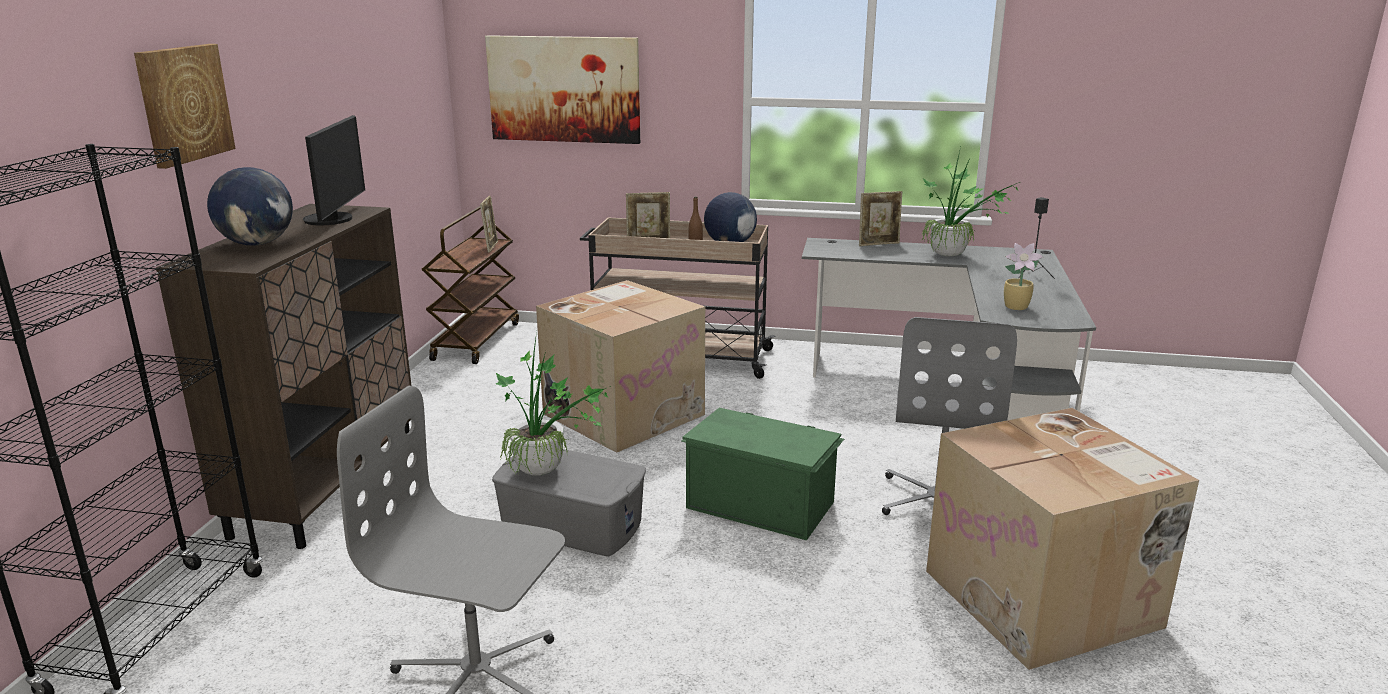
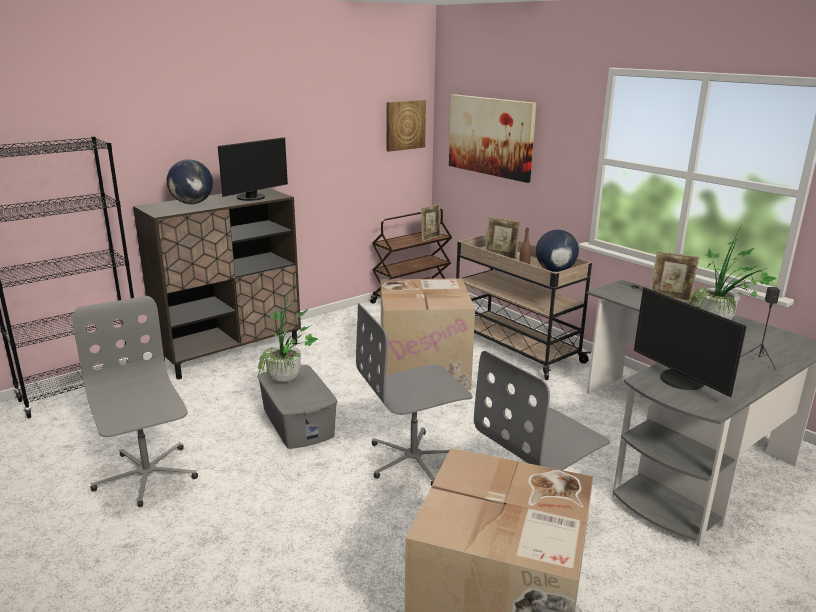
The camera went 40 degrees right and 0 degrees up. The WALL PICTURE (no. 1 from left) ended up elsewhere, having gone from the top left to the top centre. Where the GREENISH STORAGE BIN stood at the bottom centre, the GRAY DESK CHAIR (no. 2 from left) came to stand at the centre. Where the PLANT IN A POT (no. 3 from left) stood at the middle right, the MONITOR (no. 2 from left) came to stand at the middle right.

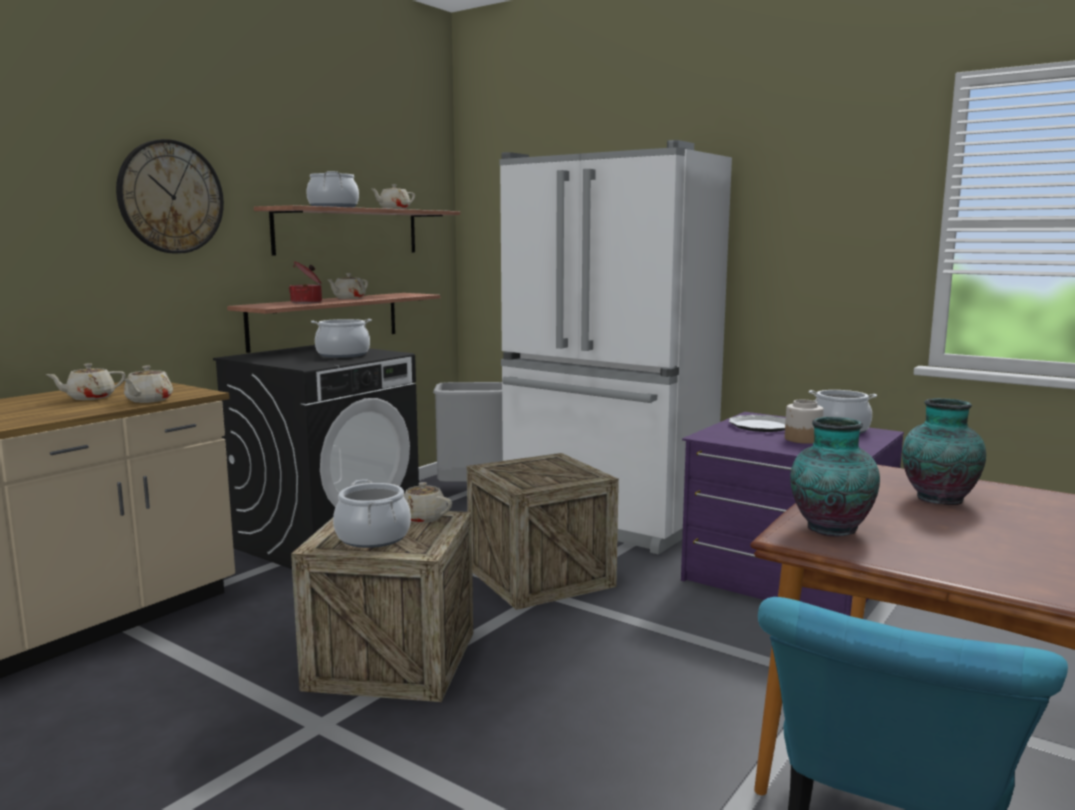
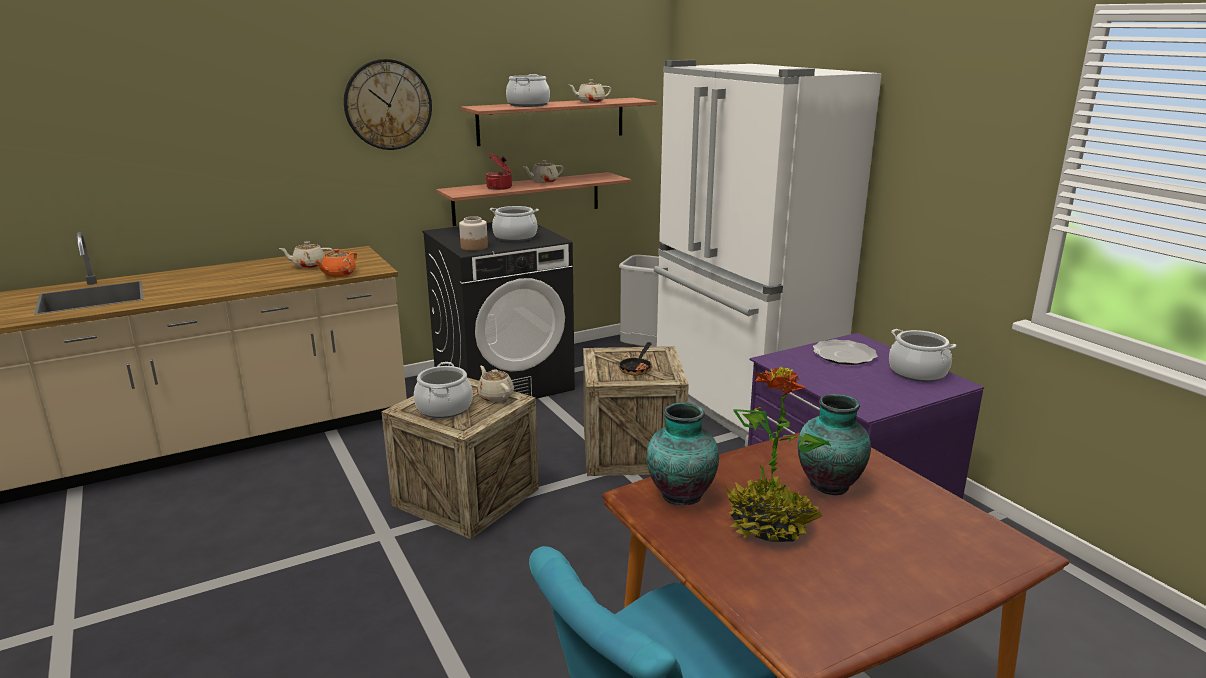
The camera went 25 degrees right and 10 degrees up. The second view gained the FRYING PAN at the centre. The second view gained the PLANT IN A POT at the bottom centre. The PRESERVE JAR ended up elsewhere, having gone from the middle right to the centre. What was the BEIGE TEA POT (no. 2 from left) at the middle left turned into the ORANGE TEA POT at the middle left.

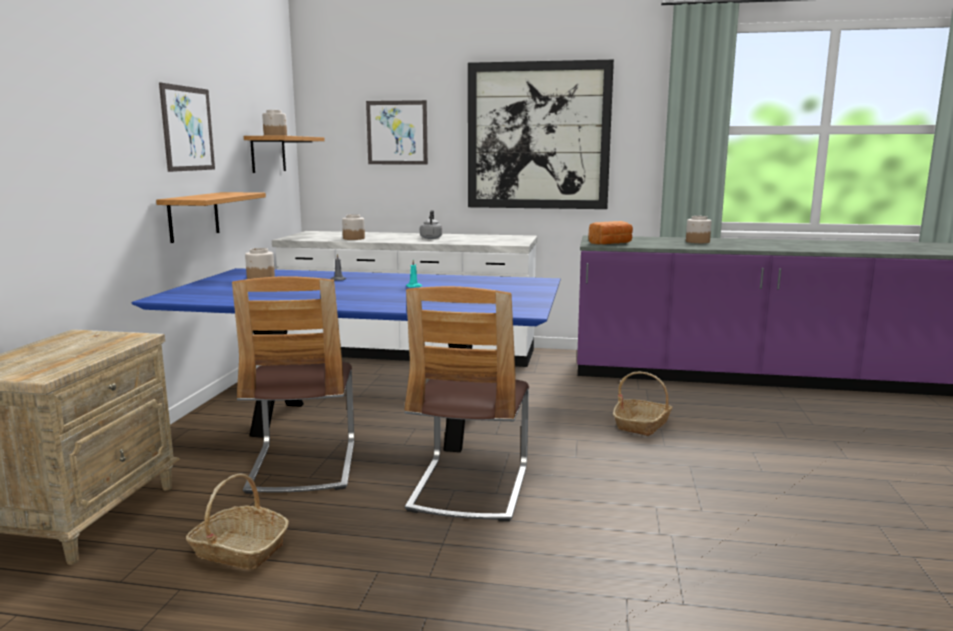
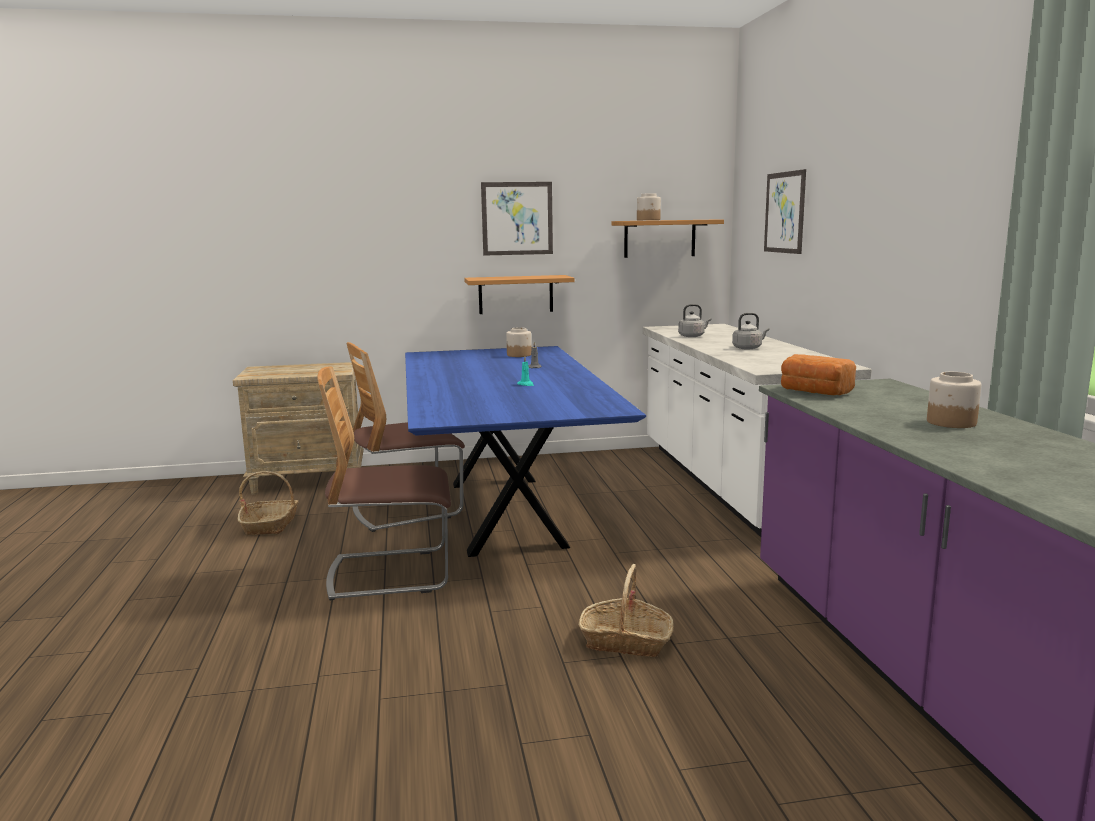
The camera went 70 degrees right and 0 degrees up. The second view lost the WALL PICTURE (no. 3 from left) at the top centre. Where the PRESERVE JAR (no. 3 from left) stood at the centre, the GRAY KETTLE (no. 1 from left) came to stand at the centre.

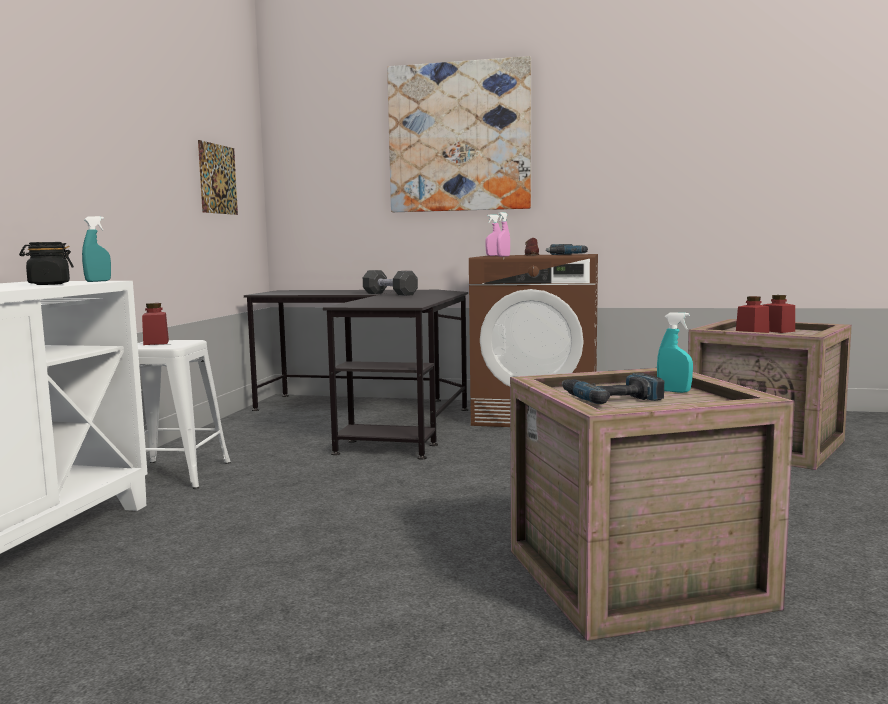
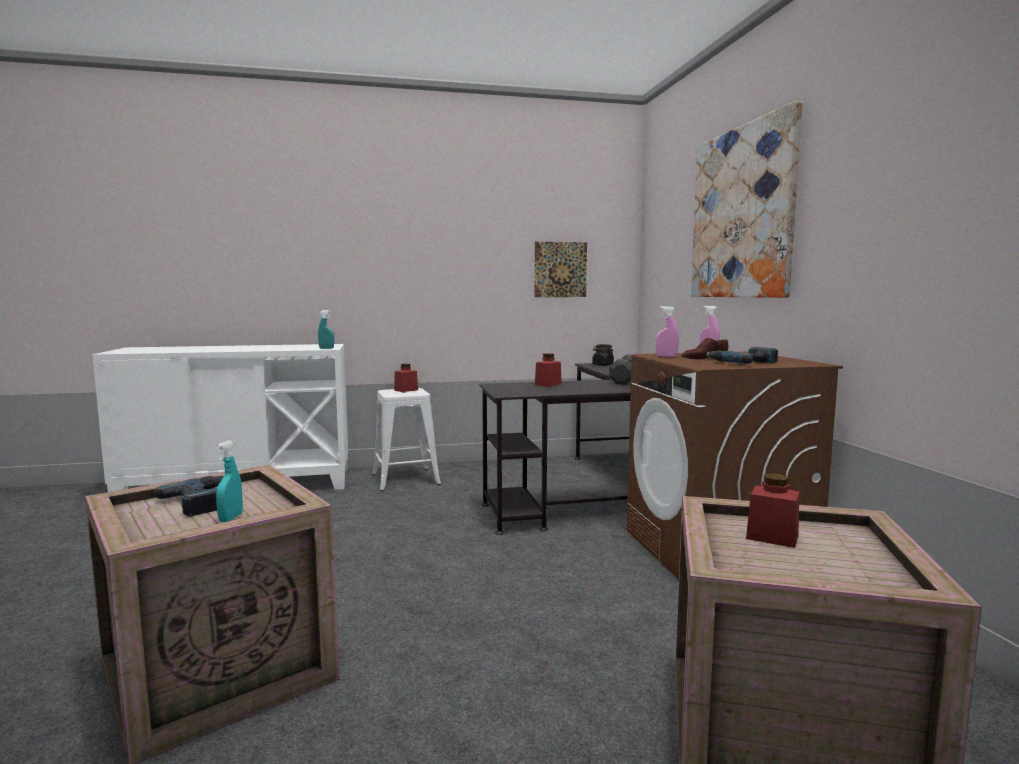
The camera went 65 degrees right and 0 degrees up. The BLACKISH PRESERVE JAR ended up elsewhere, having gone from the middle left to the centre. The REDDISH PRESERVE JAR (no. 3 from left in the first image) ended up elsewhere, having gone from the middle right to the centre.

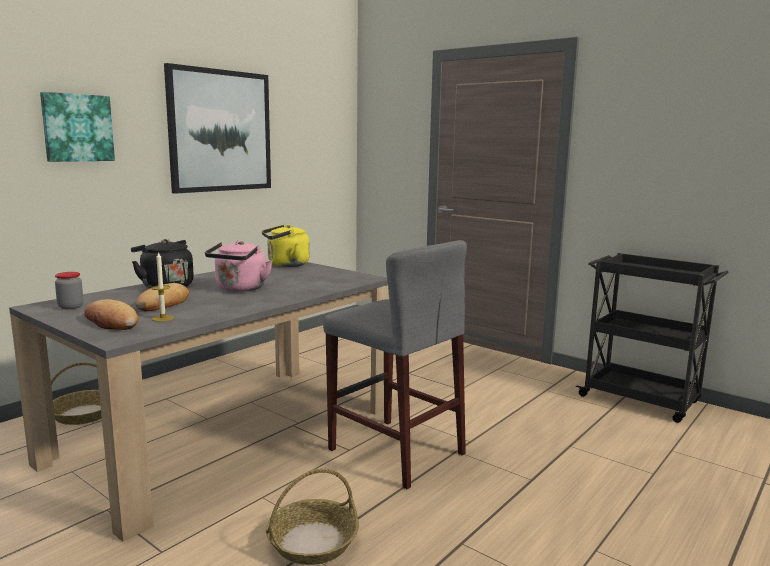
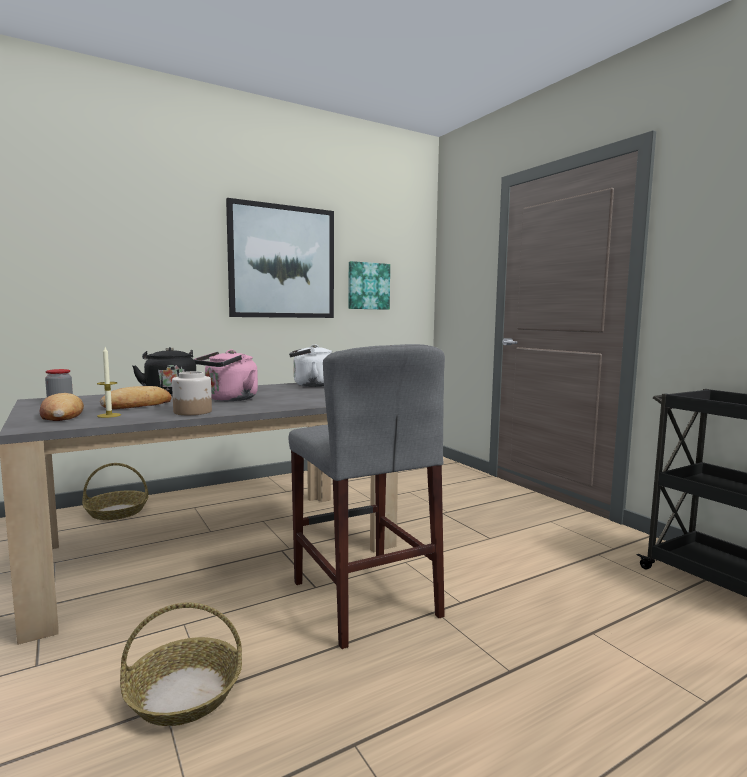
The camera went 20 degrees right and 5 degrees down. The second view gained the PRESERVE JAR (no. 2 from left) at the middle left. The WALL PICTURE (no. 1 from left in the first image) ended up elsewhere, having gone from the top left to the centre. What was the YELLOW KETTLE at the centre turned into the WHITISH KETTLE at the centre.

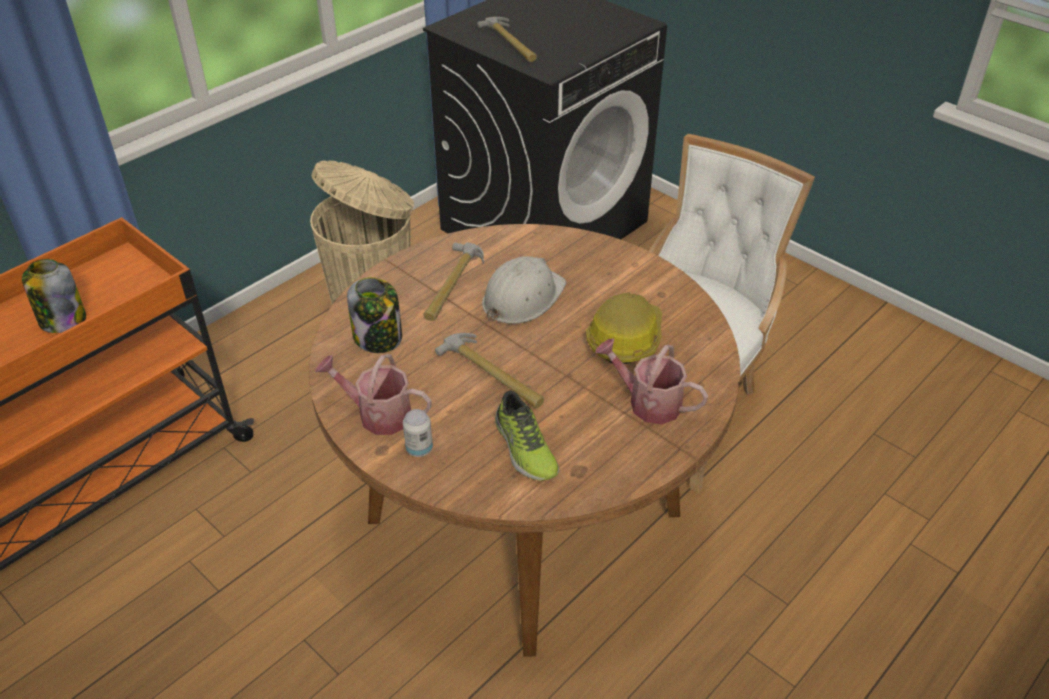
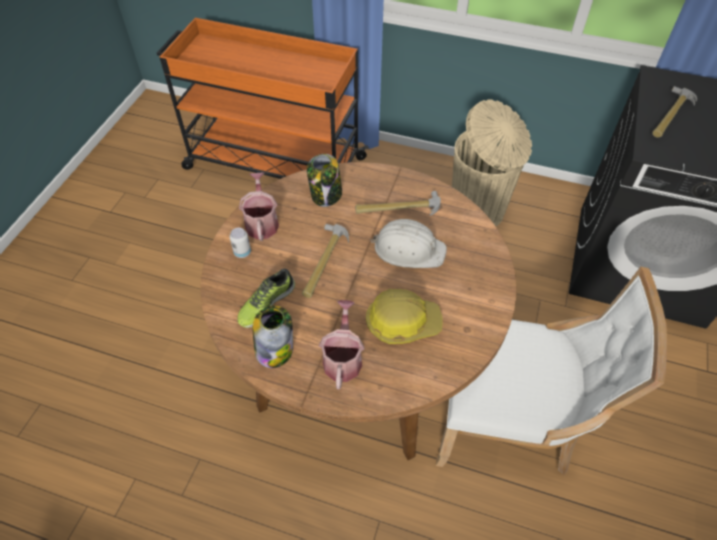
The camera went 65 degrees right and 10 degrees up. The PRESERVE JAR (no. 1 from left) ended up elsewhere, having gone from the middle left to the centre.

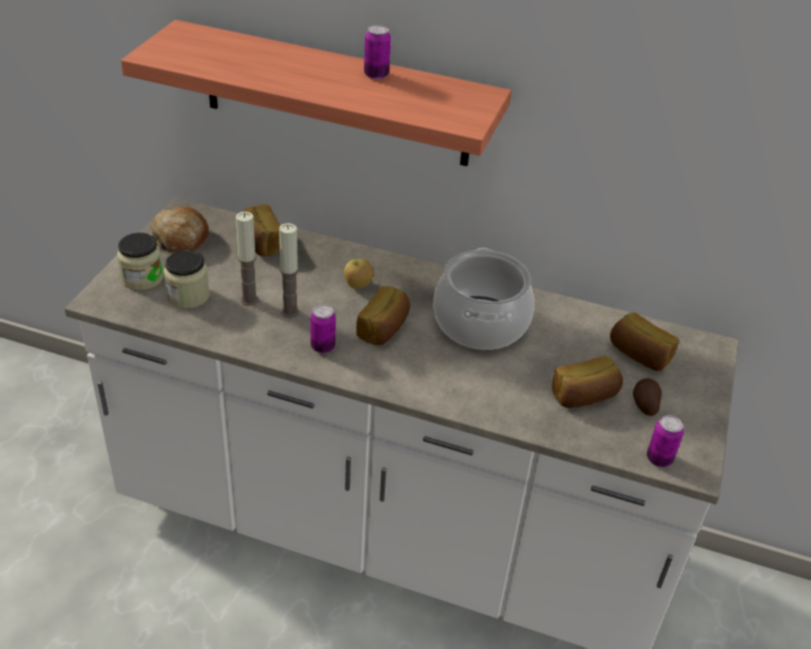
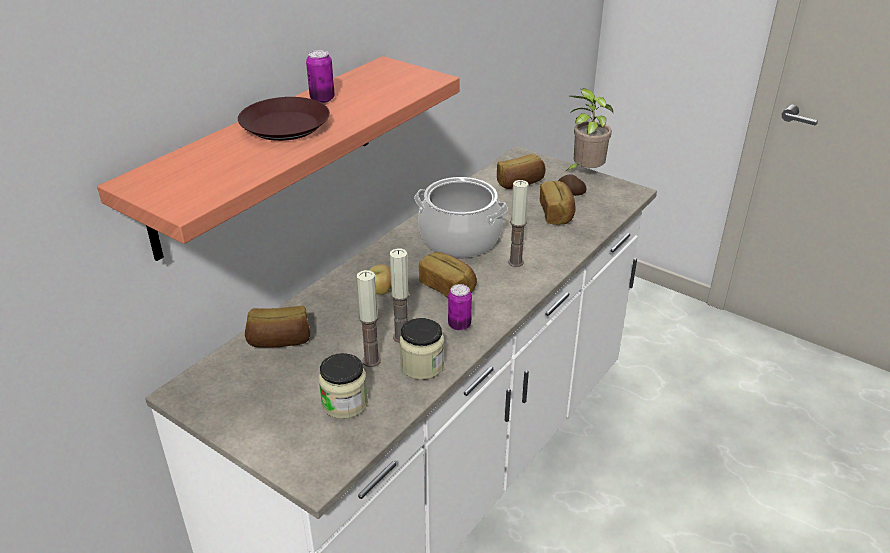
The camera went 70 degrees left and 5 degrees down. The second view lost the BAKED BREAD (no. 1 from left) at the middle left. The second view lost the CAN (no. 3 from left) at the bottom right. The second view gained the BROWN FLAT DISH at the top left. The second view gained the WAX CANDLE (no. 3 from left) at the centre. The second view gained the PLANT IN A POT at the top centre. The PRESERVE JAR (no. 1 from left in the first image) ended up elsewhere, having gone from the middle left to the centre.

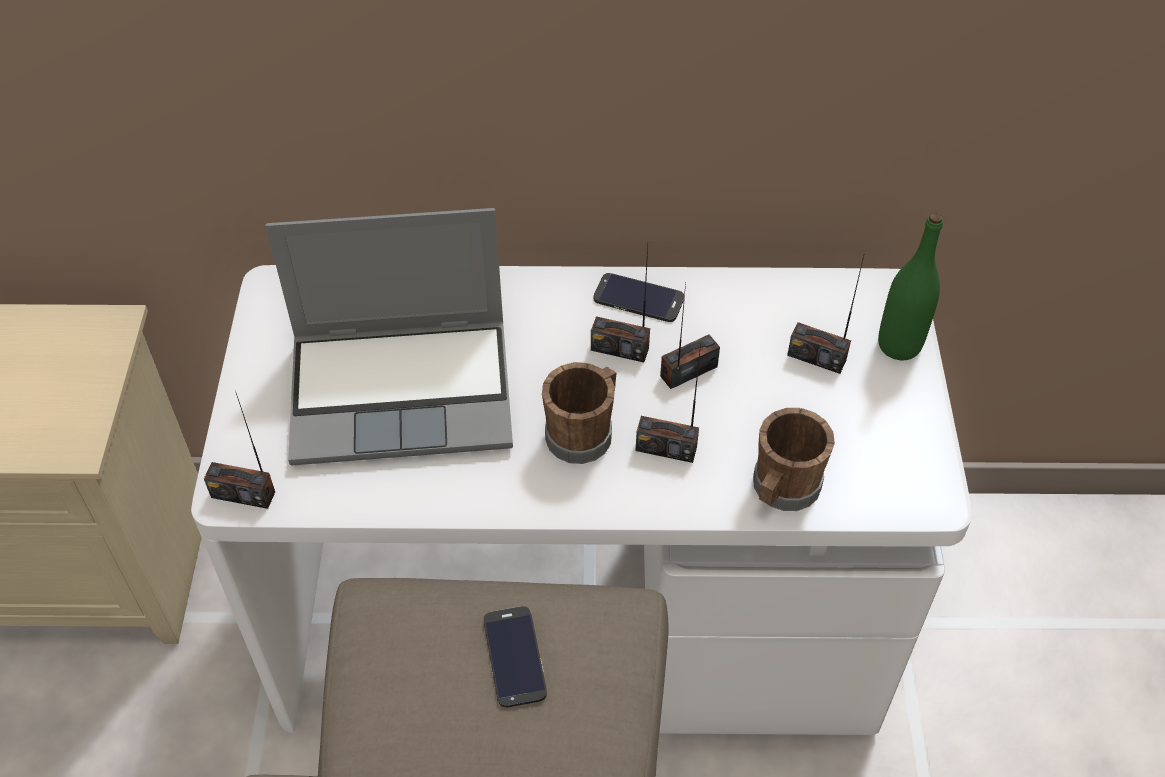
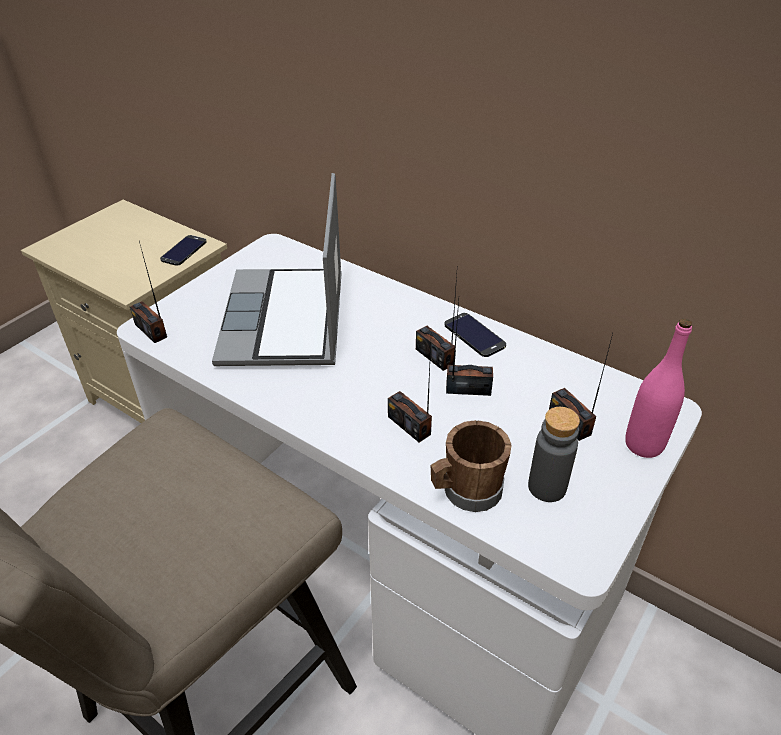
The camera went 35 degrees right and 10 degrees down. The second view lost the BROWN MUG (no. 1 from left) at the centre. The second view gained the GRAY DRINK BOTTLE at the middle right. The TELEPHONE (no. 1 from left) ended up elsewhere, having gone from the bottom centre to the middle left. What was the GREENISH DRINK BOTTLE at the middle right turned into the PINK DRINK BOTTLE at the middle right. The LAPTOP at the centre ended up facing another way, 60 degrees clockwise from before.

